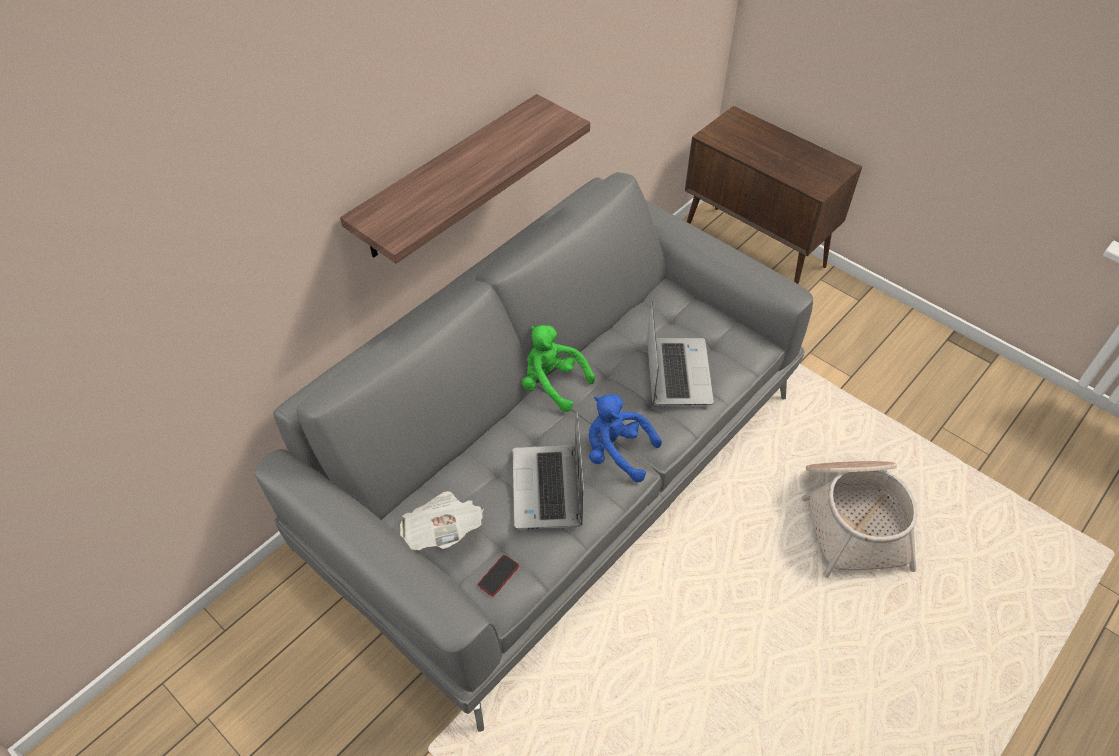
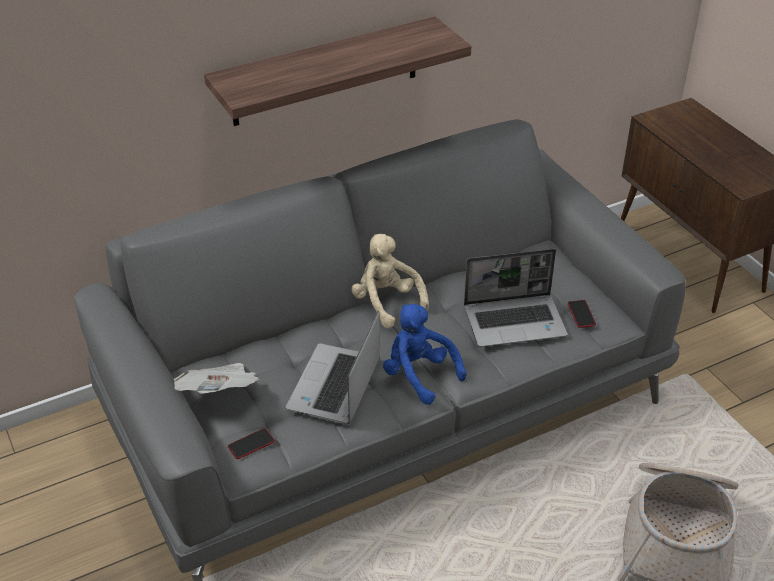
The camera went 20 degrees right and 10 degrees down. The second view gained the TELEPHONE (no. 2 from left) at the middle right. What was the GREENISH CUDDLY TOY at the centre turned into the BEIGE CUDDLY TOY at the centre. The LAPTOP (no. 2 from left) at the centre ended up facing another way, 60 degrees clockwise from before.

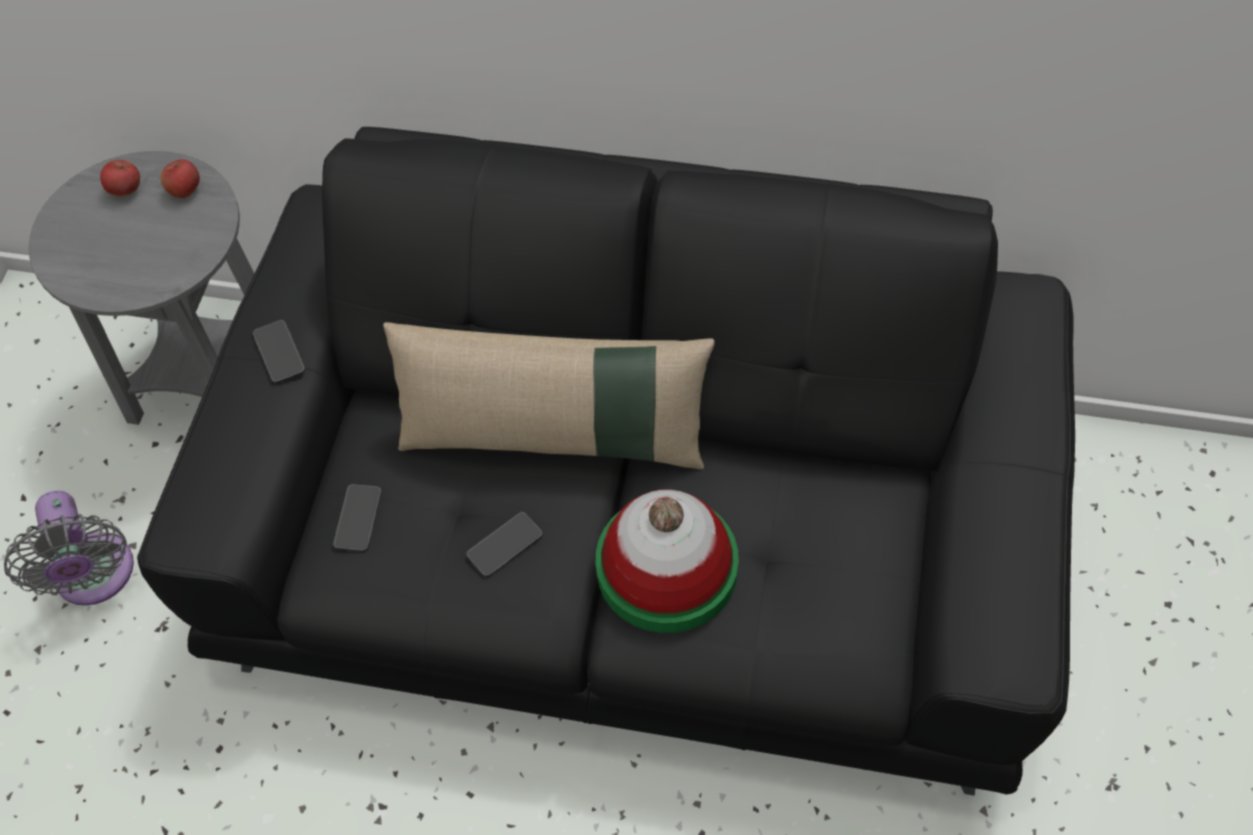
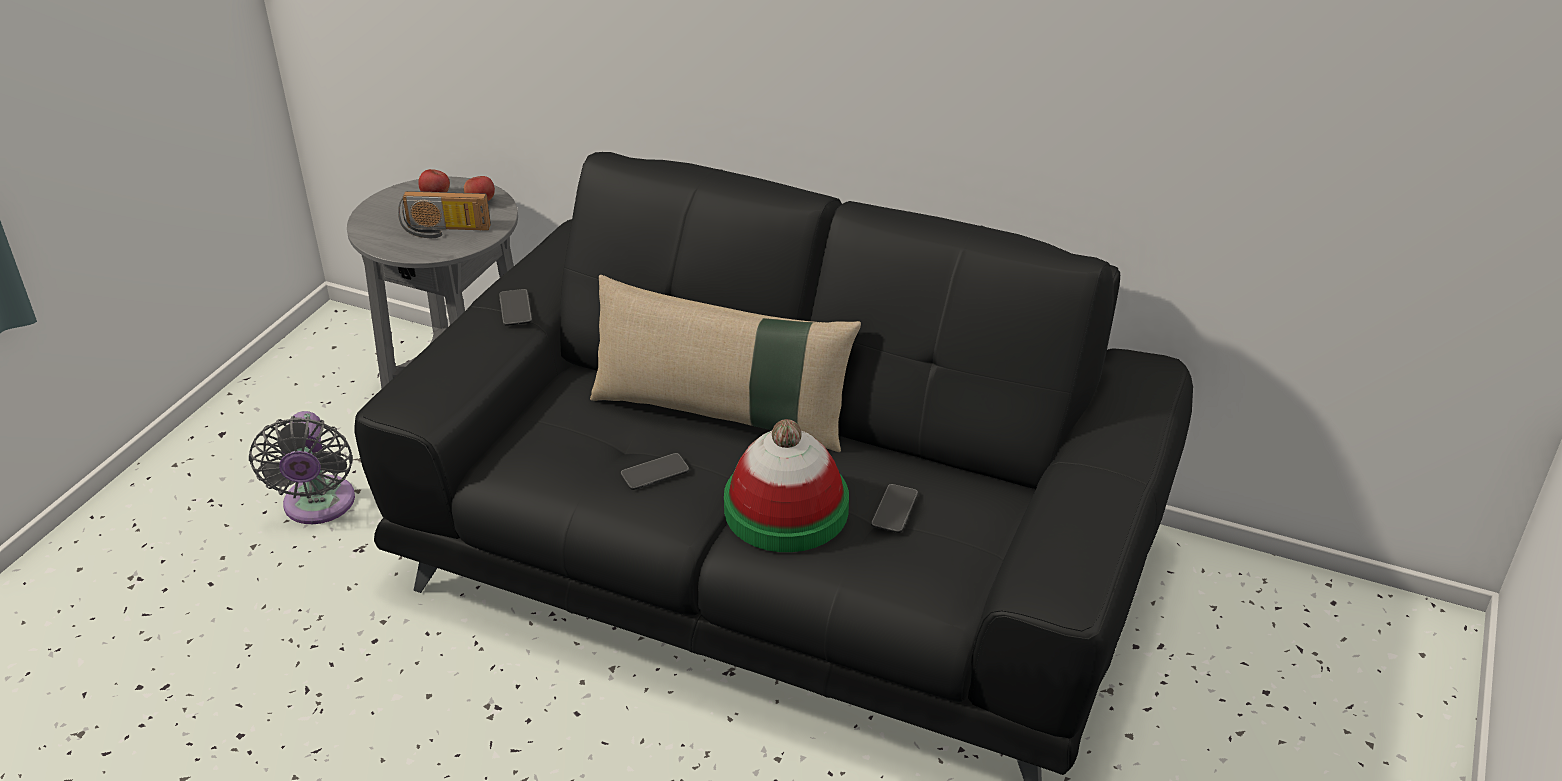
The camera went 10 degrees right and 20 degrees down. The second view gained the RADIO SET at the top left. The TELEPHONE (no. 2 from left in the first image) ended up elsewhere, having gone from the middle left to the centre.

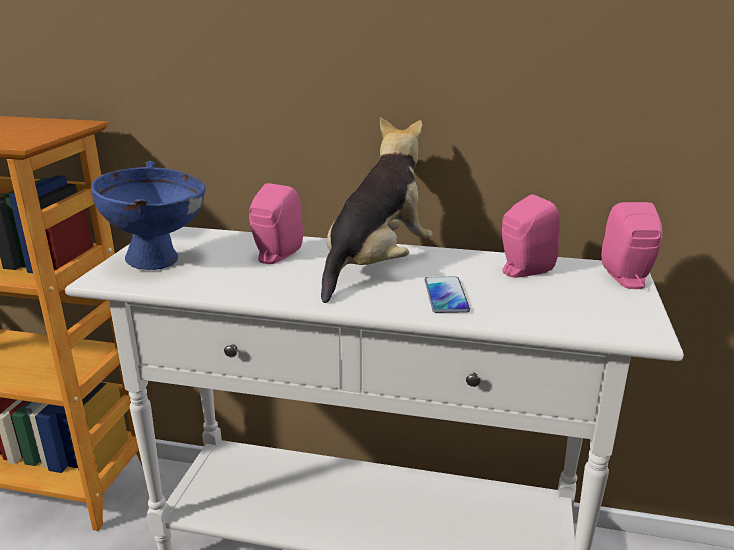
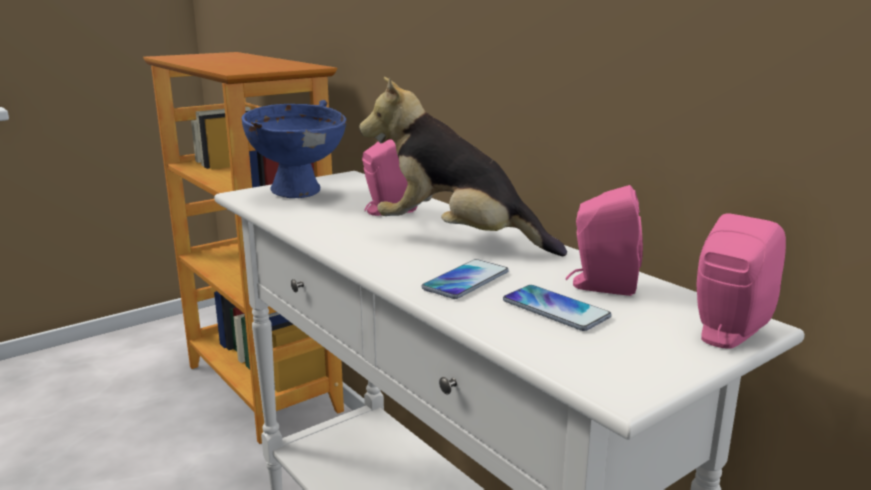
The camera went 40 degrees right and 5 degrees down. The second view gained the TELEPHONE (no. 2 from left) at the centre. The CUDDLY TOY at the centre ended up facing another way, 135 degrees counterclockwise from before.

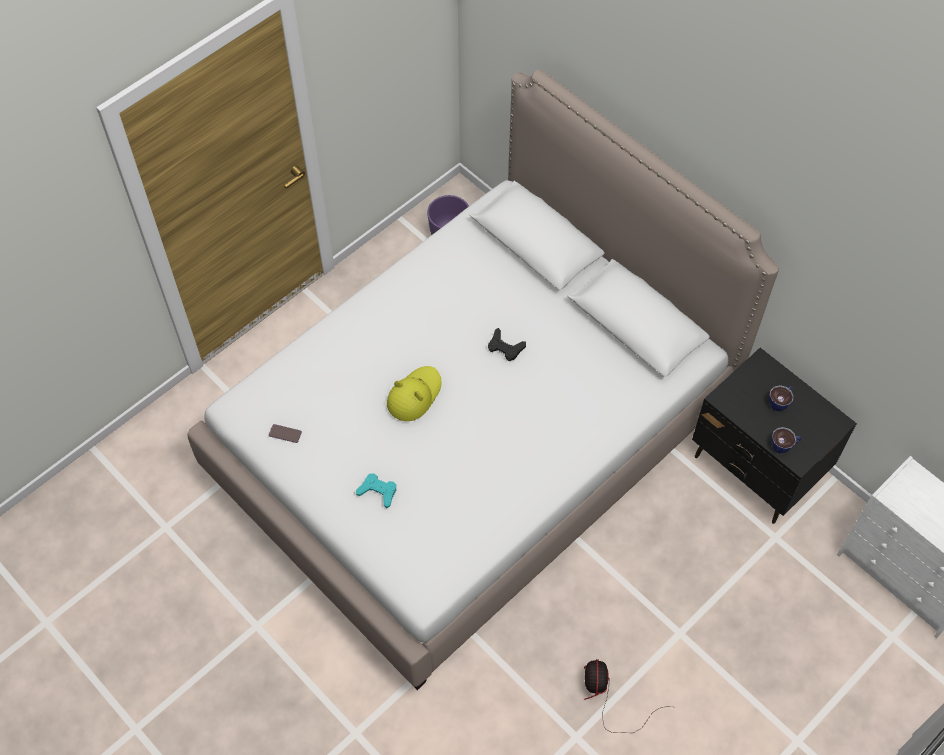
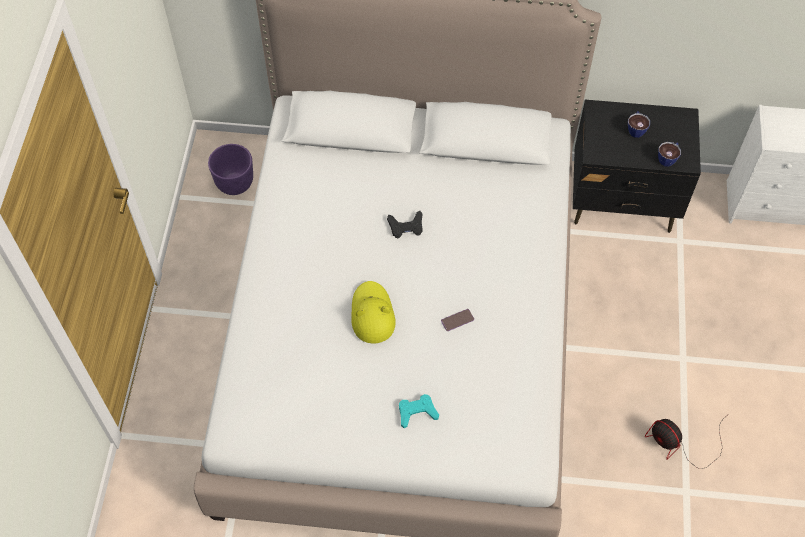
The camera went 40 degrees left and 0 degrees up. The TELEPHONE ended up elsewhere, having gone from the middle left to the centre.

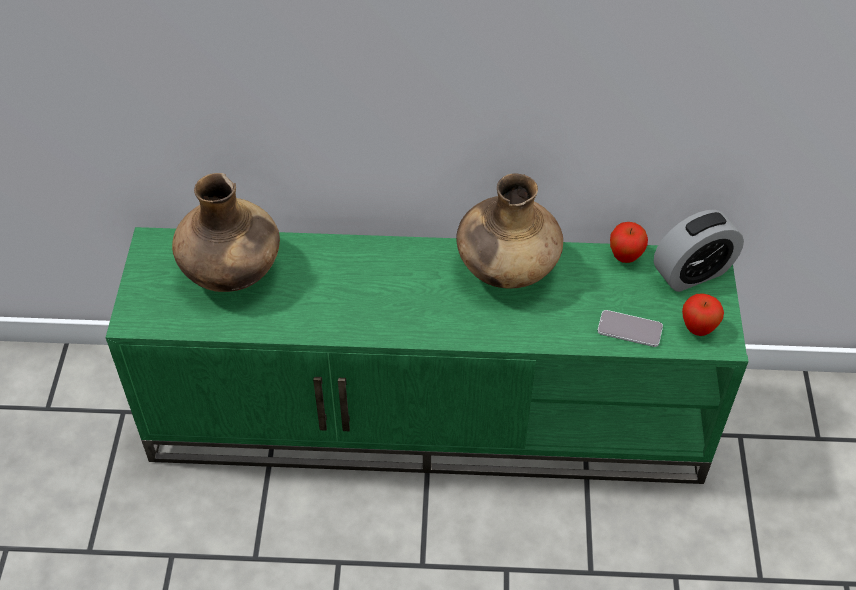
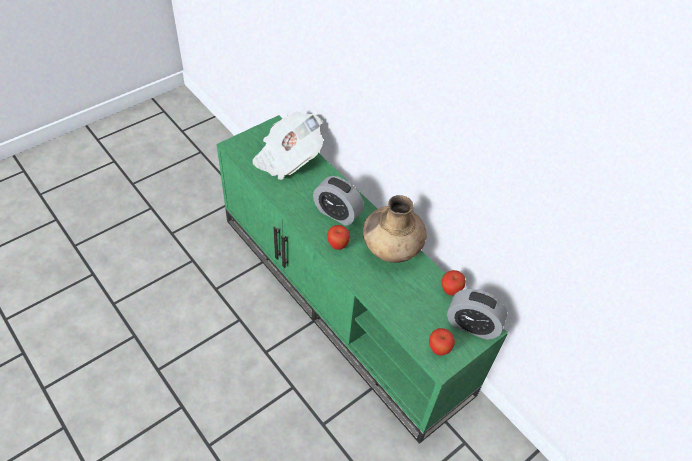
The camera went 45 degrees right and 0 degrees up. The second view lost the TELEPHONE at the middle right. The second view gained the TABLE CLOCK (no. 1 from left) at the centre. The second view gained the WHOLE APPLE (no. 1 from left) at the centre. Where the BROWN VASE (no. 1 from left) stood at the middle left, the NEWSPAPER came to stand at the top centre.

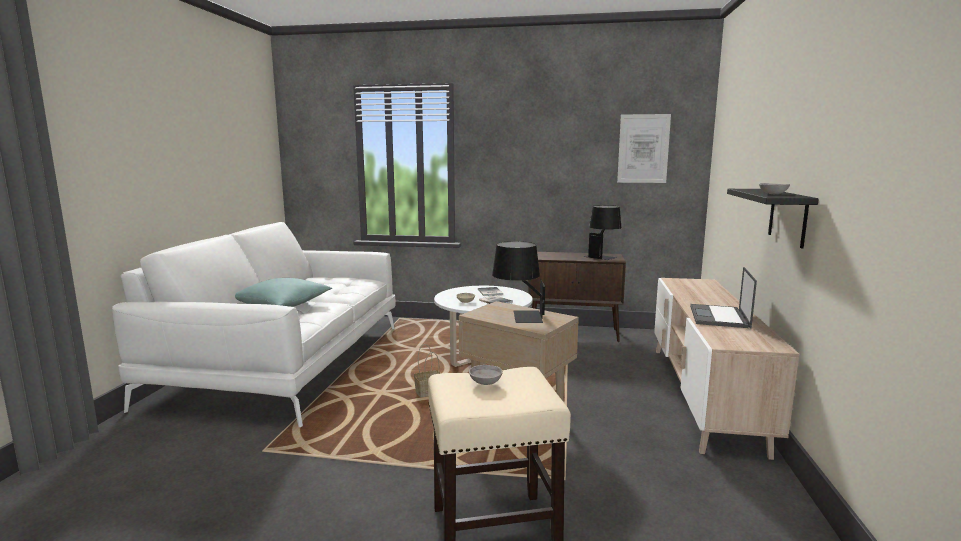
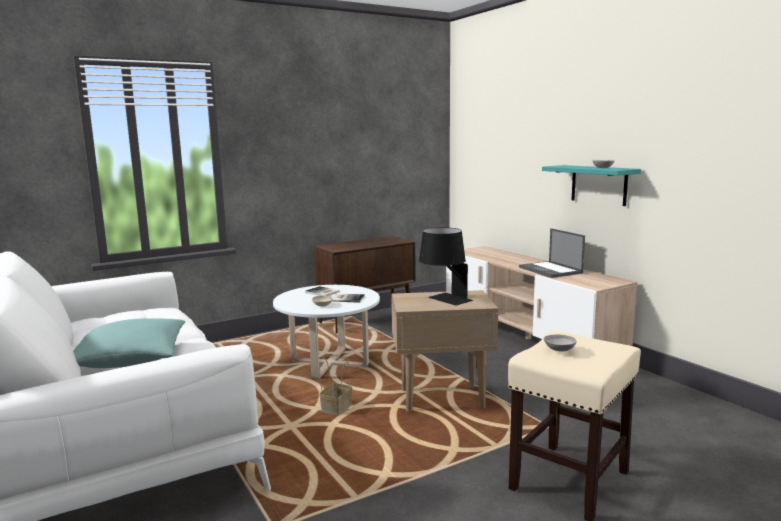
The camera went 40 degrees left and 0 degrees up. The second view lost the BLACKISH TABLETOP LAMP (no. 2 from left) at the centre. The second view lost the WALL PICTURE at the top right. What was the BLACKISH SHELF at the middle right turned into the TURQUOISE SHELF at the middle right.

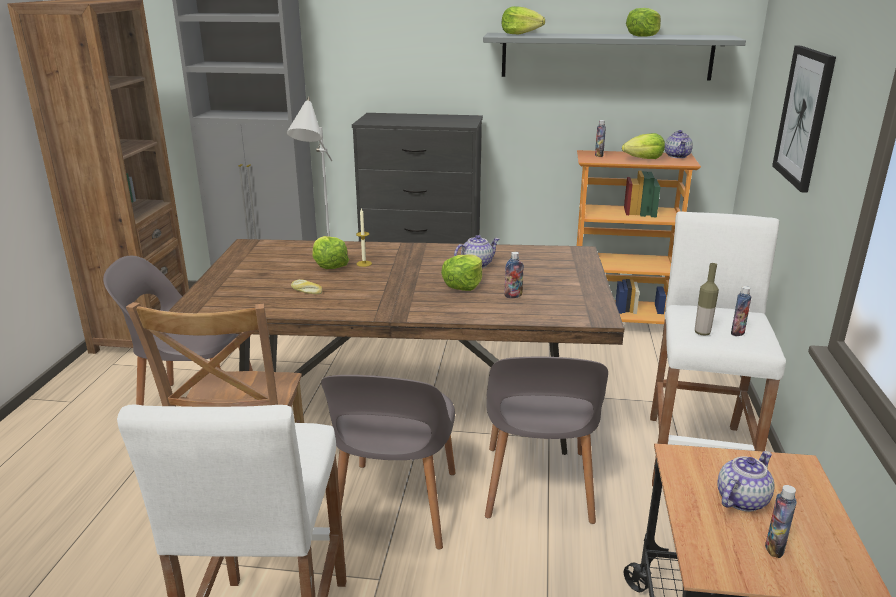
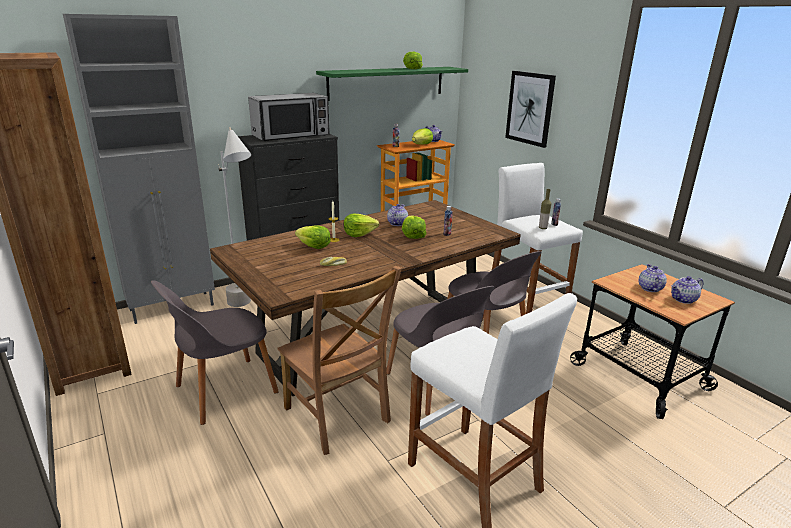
The camera went 40 degrees left and 0 degrees up. The second view gained the KITCHEN MICROWAVE at the top centre. The HEAD OF LETTUCE (no. 3 from left in the first image) ended up elsewhere, having gone from the top centre to the centre. Where the DRINK BOTTLE (no. 5 from left) stood at the bottom right, the TEA POT (no. 4 from left) came to stand at the middle right. What was the GRAY SHELF at the top right turned into the GREENISH SHELF at the top centre.

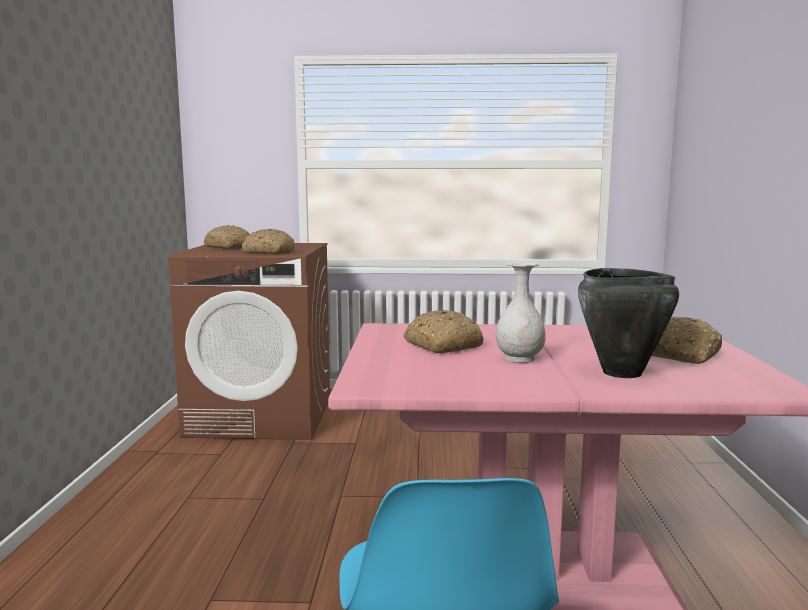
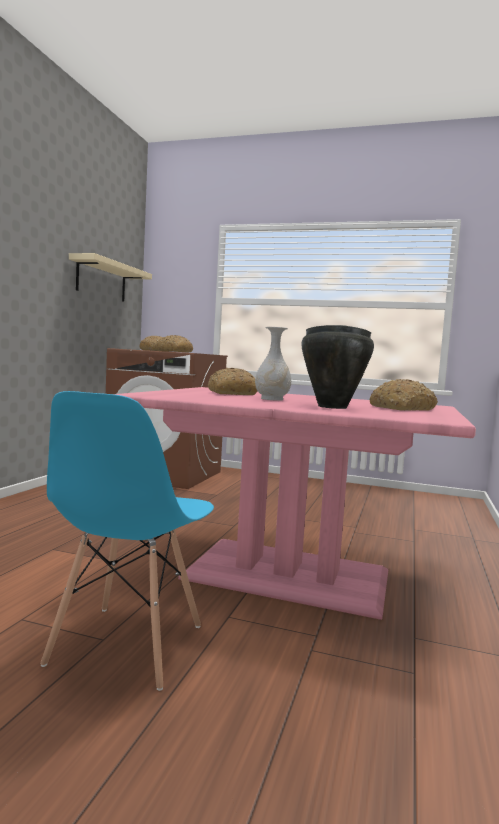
The camera went 15 degrees right and 5 degrees down. The second view gained the BEIGE SHELF at the middle left.

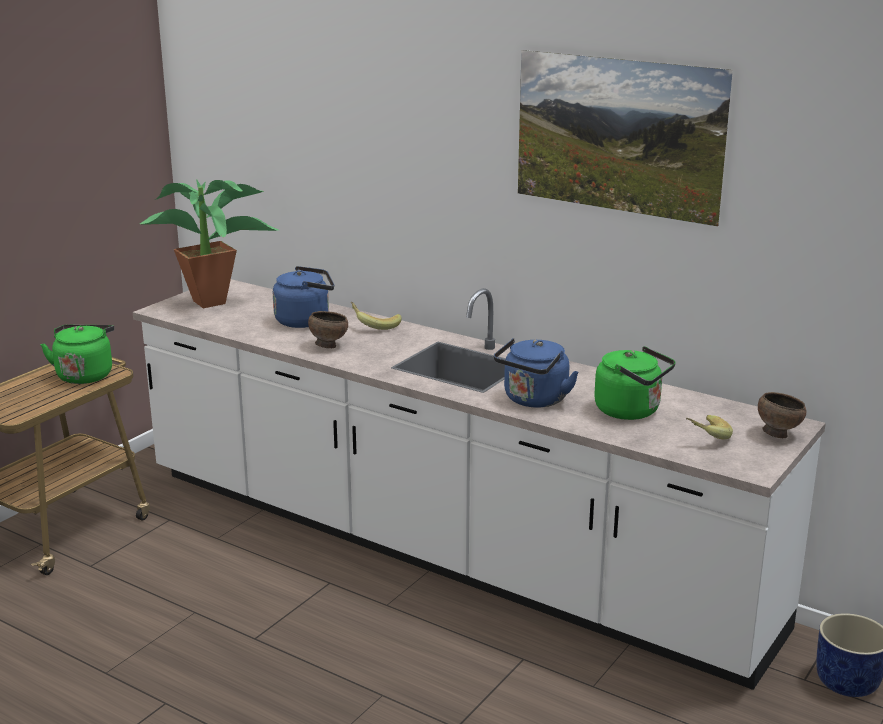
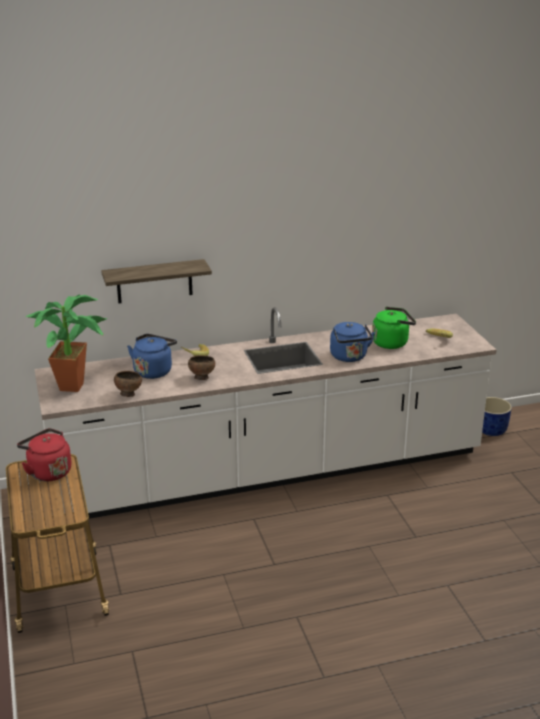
The camera went 50 degrees left and 5 degrees up. The second view lost the WALL PICTURE at the top right. The second view gained the SHELF at the middle left. The BROWN BOWL (no. 2 from left in the first image) ended up elsewhere, having gone from the middle right to the middle left. What was the GREENISH KETTLE (no. 1 from left) at the middle left turned into the REDDISH KETTLE at the middle left.

